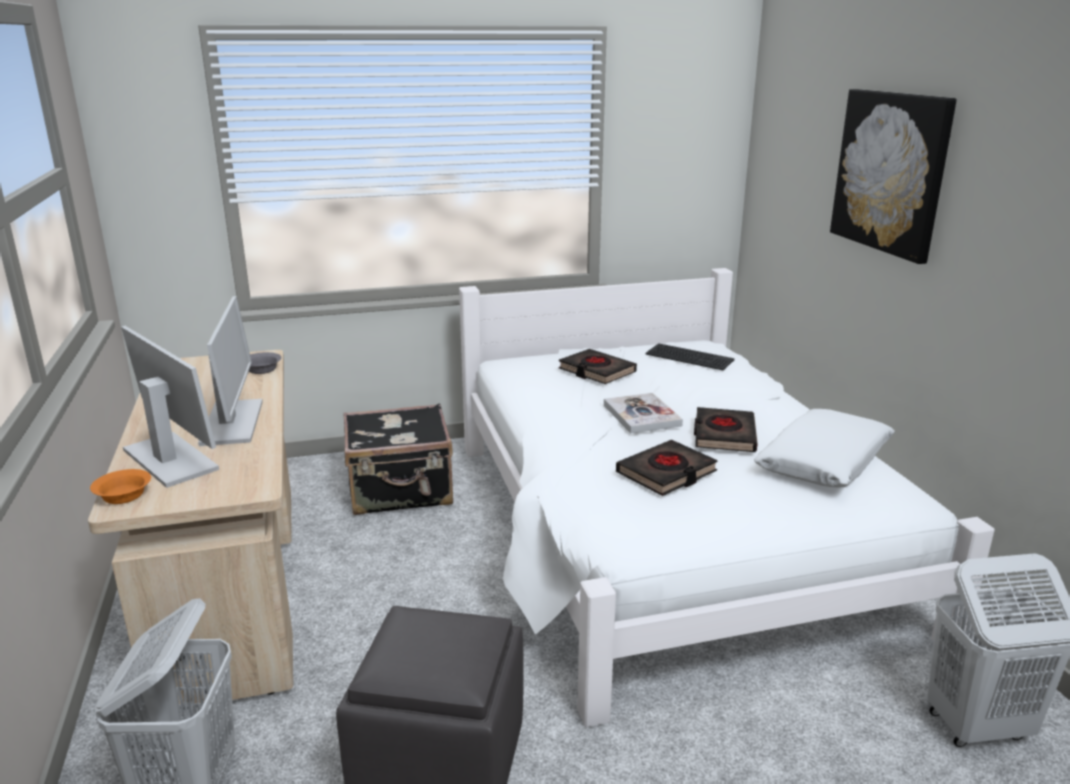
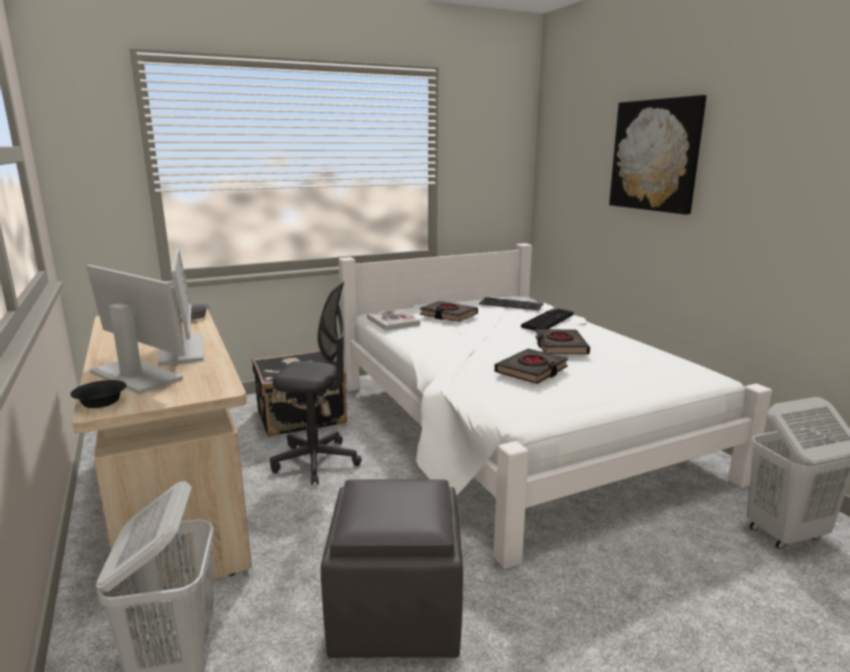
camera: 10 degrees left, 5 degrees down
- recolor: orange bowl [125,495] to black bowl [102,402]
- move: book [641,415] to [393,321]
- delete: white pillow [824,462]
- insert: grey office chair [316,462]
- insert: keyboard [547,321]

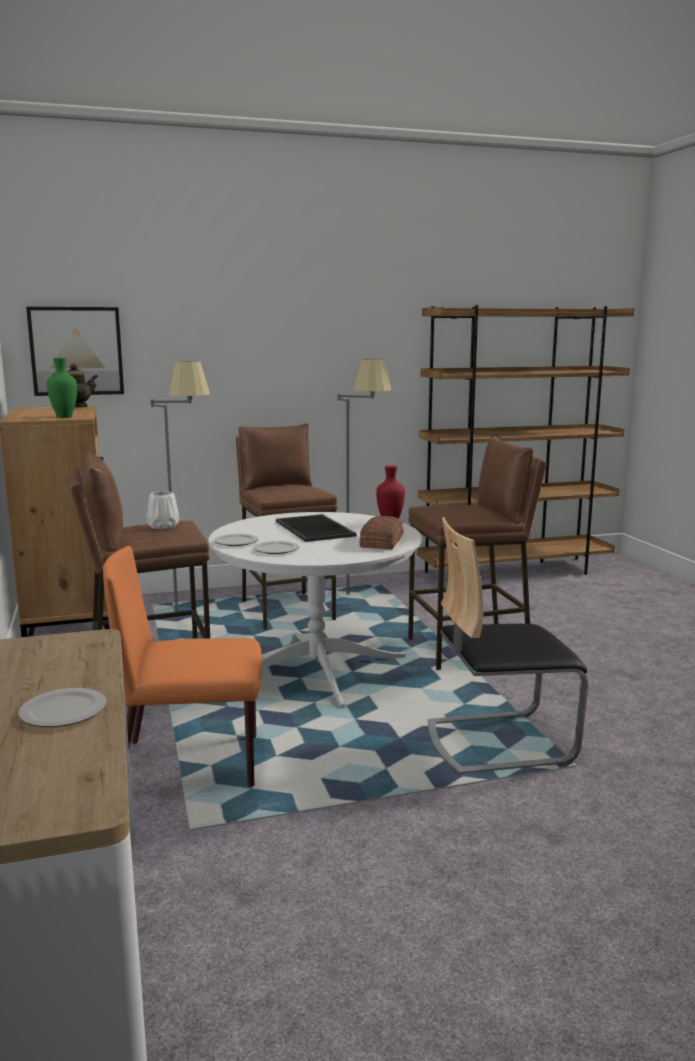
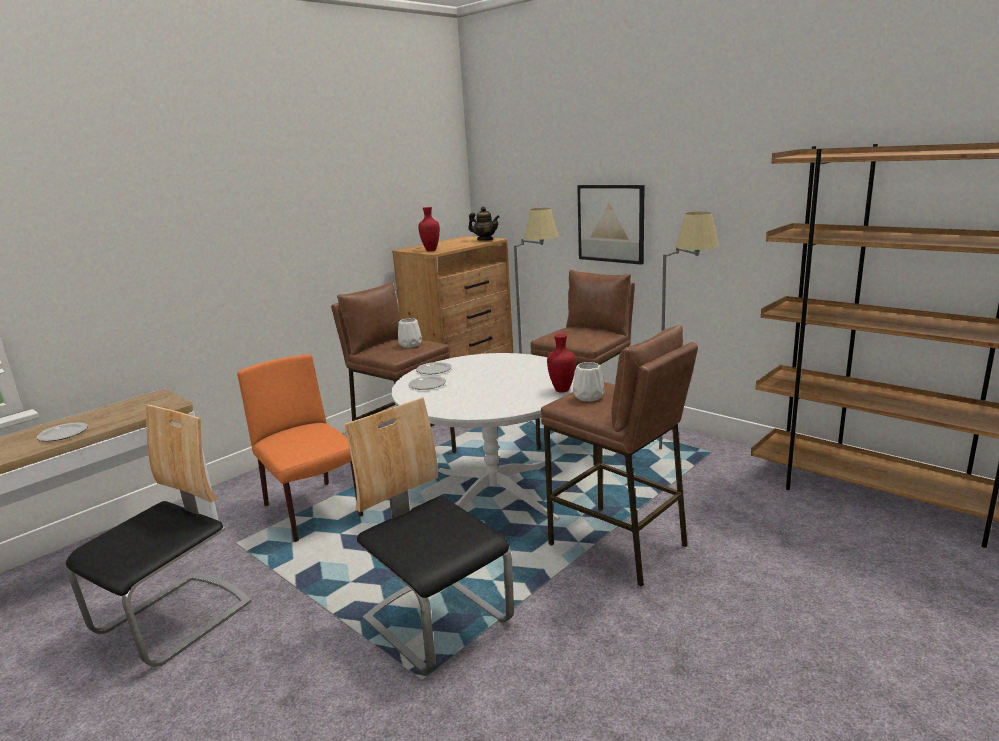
camera: 60 degrees right, 5 degrees up
- move: picture [76,351] to [611,223]
- recolor: green vase [65,417] to red vase [431,250]
- delete: tray [312,528]
- delete: bread [383,541]
- insert: chair [175,619]
- insert: white vase [589,396]

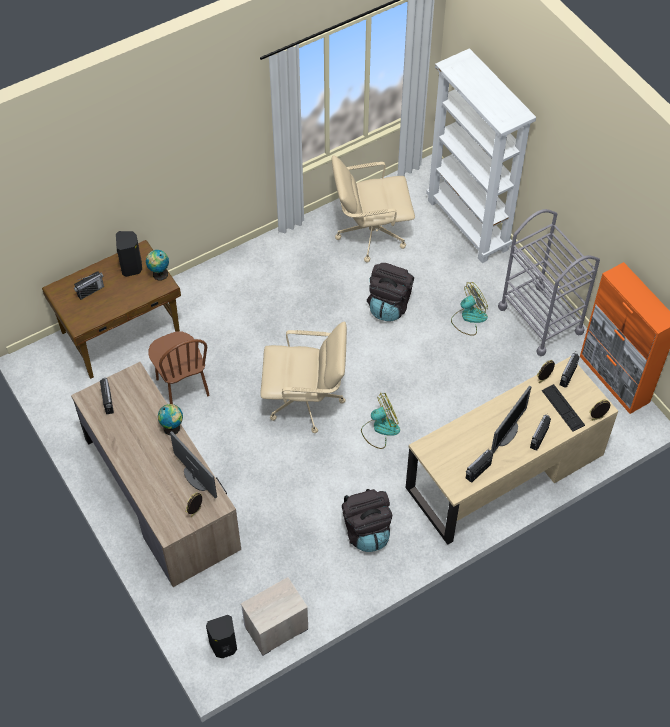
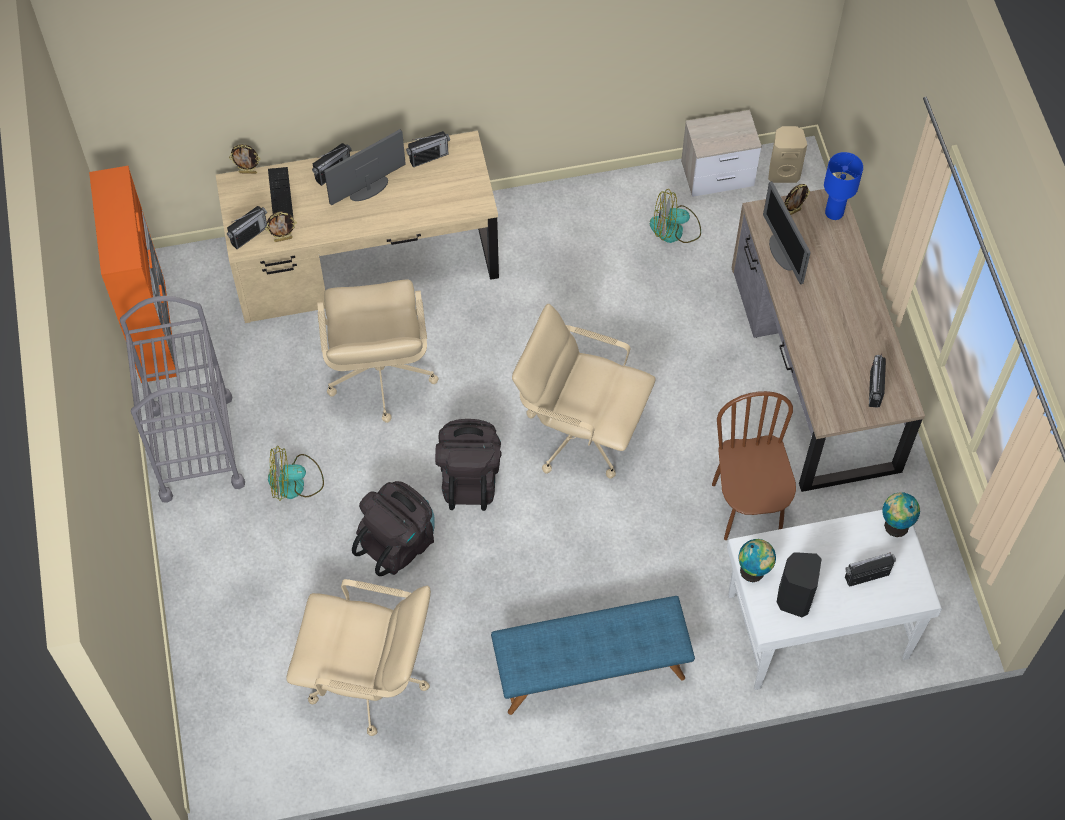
camera: 160 degrees left, 5 degrees up
- recolor: brown desk [122,334] to white desk [816,625]
- move: globe [173,428] to [894,525]
- recolor: black speaker [224,647] to beige speaker [783,172]
- move: black backpack [366,530] to [470,478]
- move: fan [380,429] to [675,229]
- delete: white bookcase [468,225]
- insert: beige office chair [380,375]
- insert: blue bench [590,670]
- insert: blue table lamp [834,213]

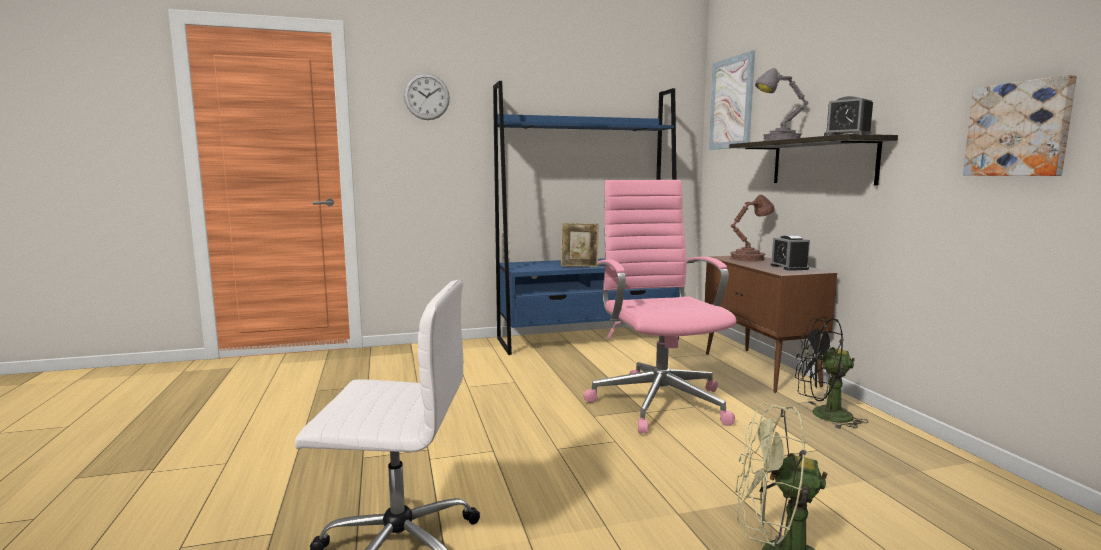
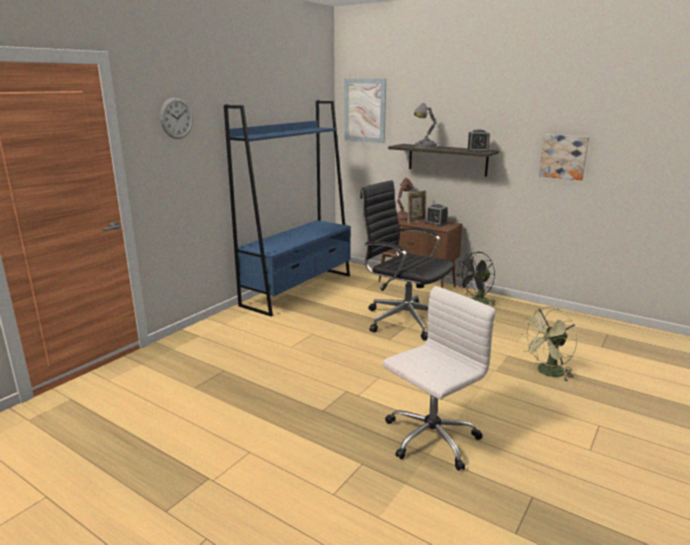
camera: 40 degrees left, 10 degrees up
- move: picture frame [579,266] to [416,221]
- recolor: pink office chair [658,401] to black office chair [404,319]

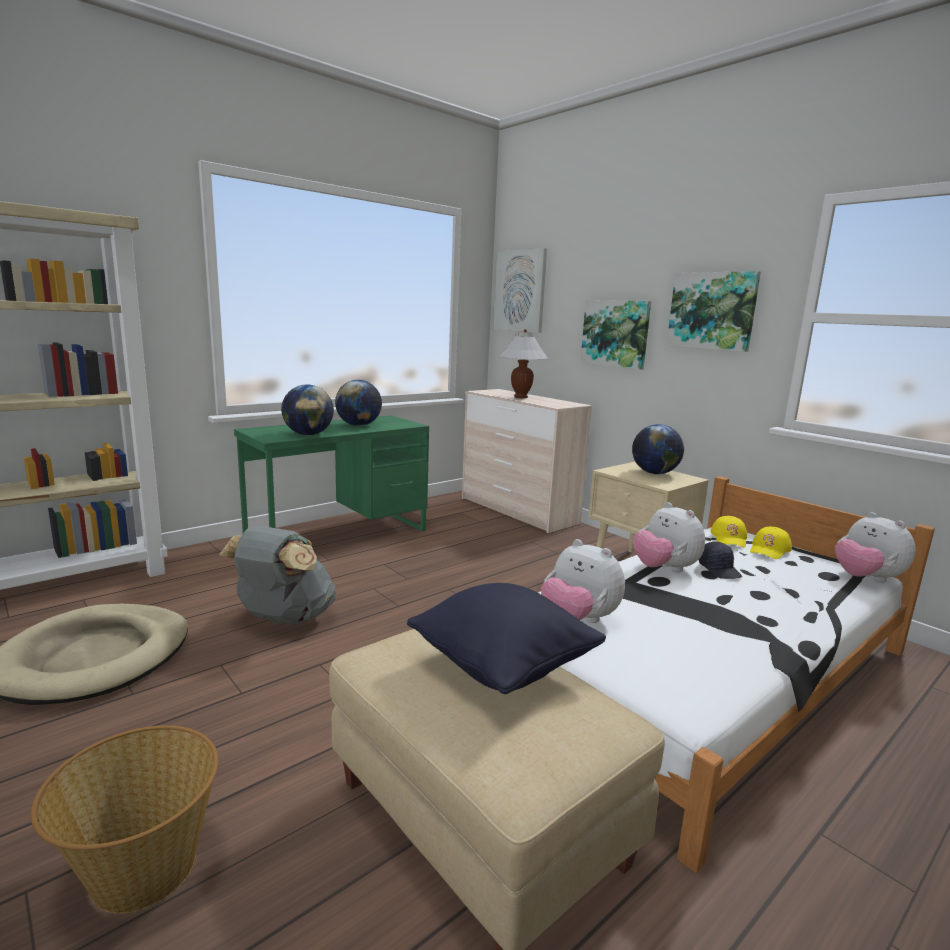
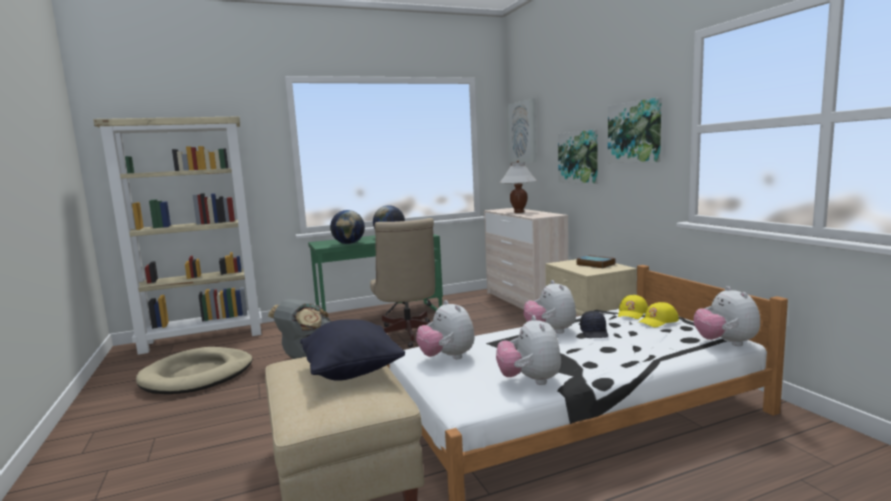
camera: 20 degrees right, 5 degrees down
- delete: basket [142,870]
- replace: globe [654,473] to book [594,264]
- insert: beige office chair [408,336]
- insert: plush toy [530,381]

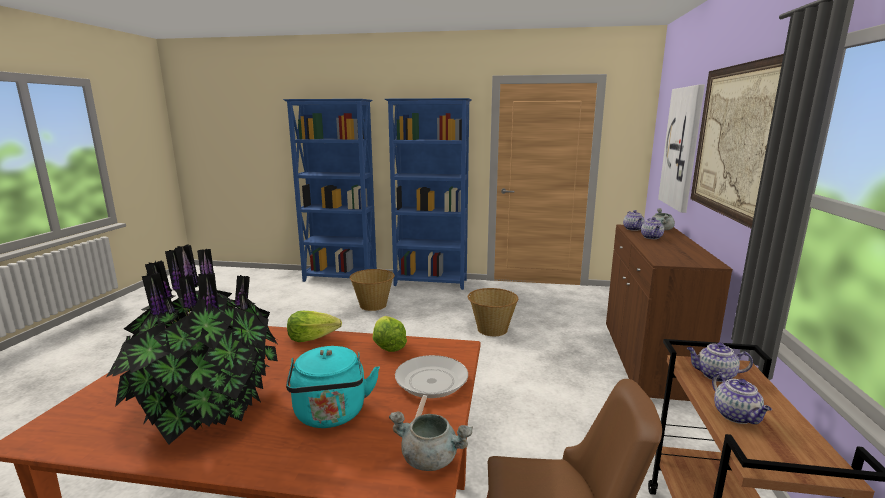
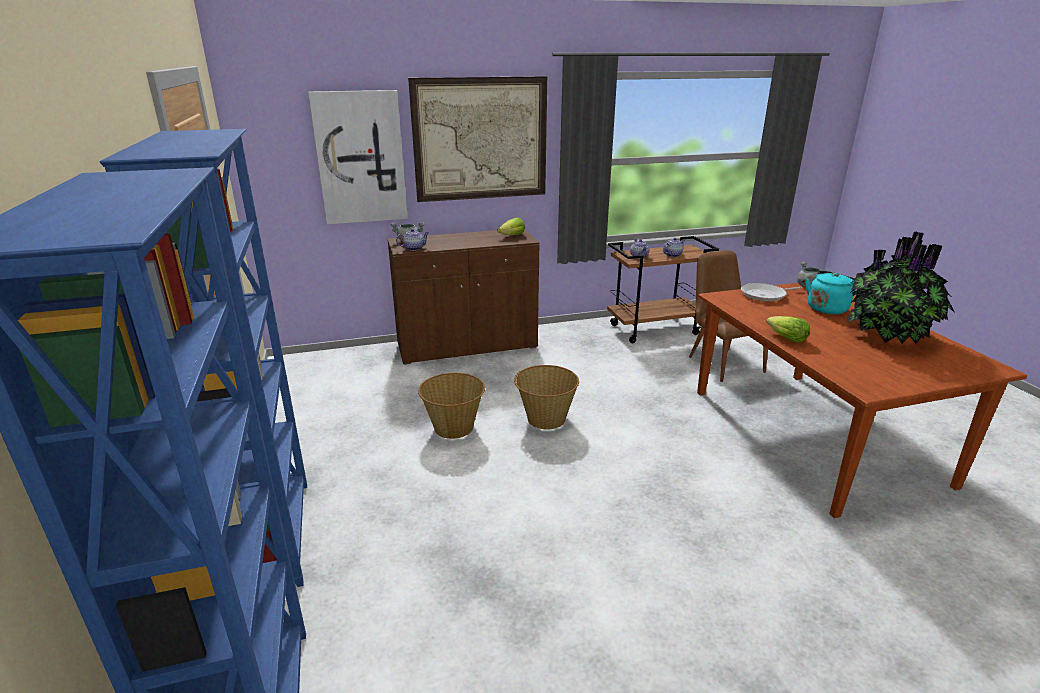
camera: 115 degrees left, 10 degrees up
- move: basket [373,305] to [545,419]
- move: lettuce [388,345] to [512,236]
- delete: teapot [651,237]

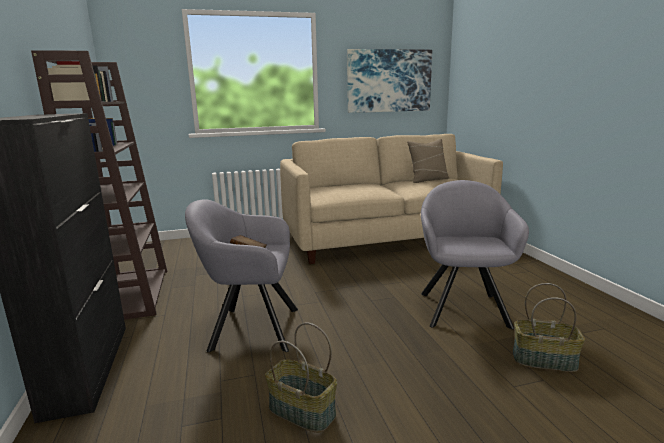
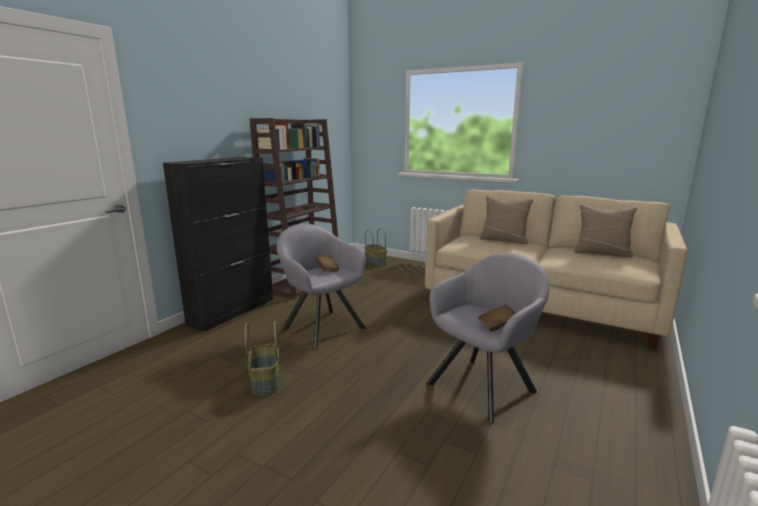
camera: 45 degrees right, 0 degrees up
- delete: picture [389,81]
- move: basket [544,360] to [376,262]
- insert: brown book [497,326]
- insert: beige pillow [504,240]

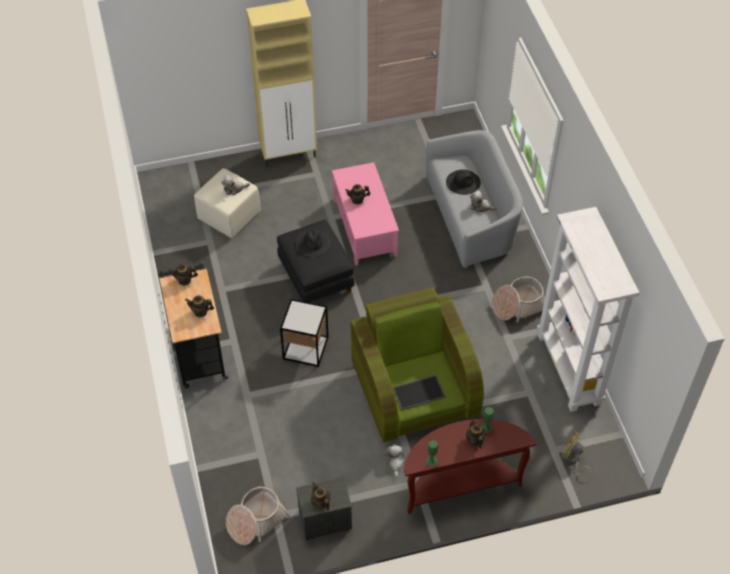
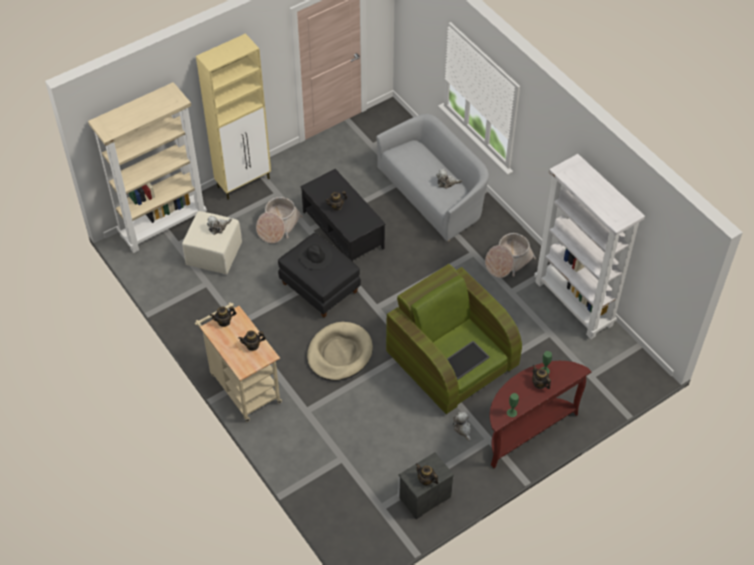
camera: 20 degrees left, 0 degrees up
- recolor: black cart [198,351] to beige cart [243,385]
- move: basket [256,520] to [278,226]
- replace: side table [305,348] to beige dog bed [339,353]
- recolor: pink coffee table [365,227] to black coffee table [344,230]
- delete: black hat [463,182]
- delete: yellow fan [573,459]
- insert: beige bookcase [163,225]

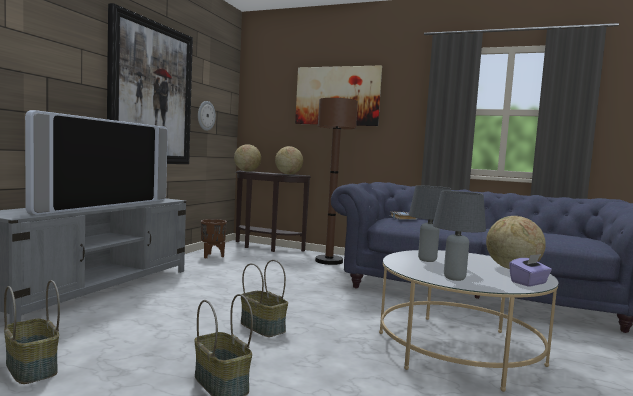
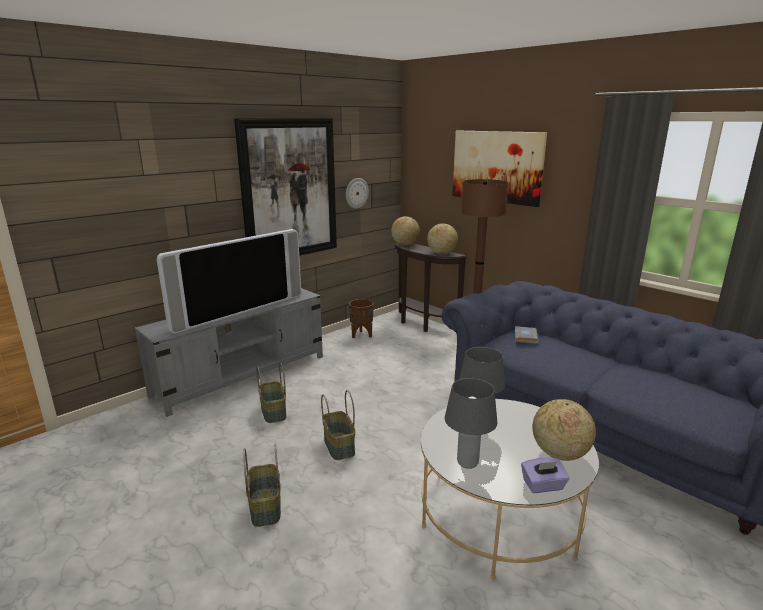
camera: 25 degrees right, 15 degrees up
- move: basket [30,368] to [272,412]

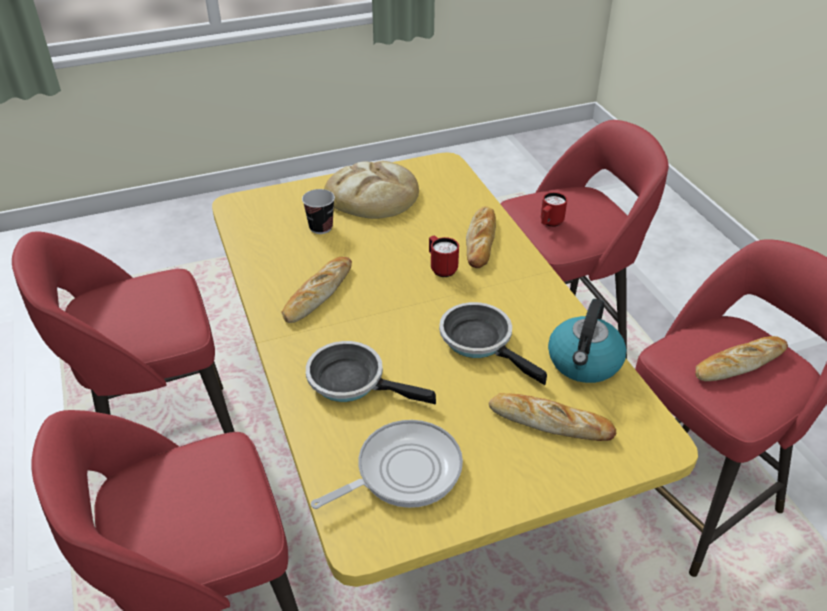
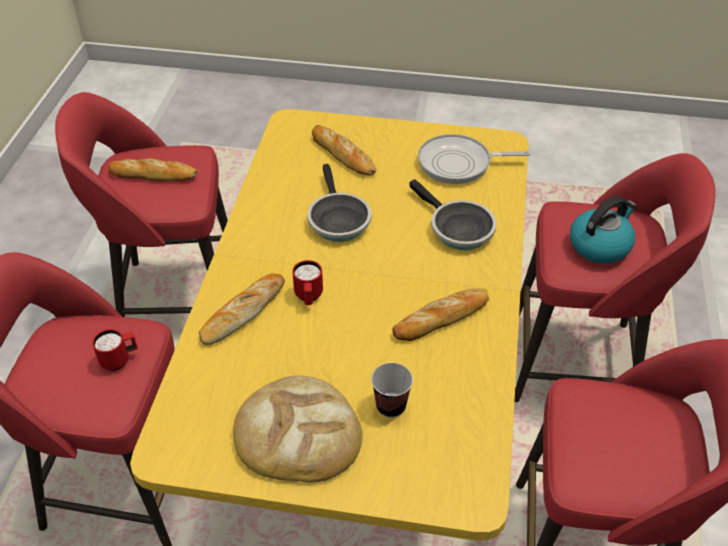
camera: 150 degrees left, 5 degrees up
- move: kettle [584,363] to [600,245]

